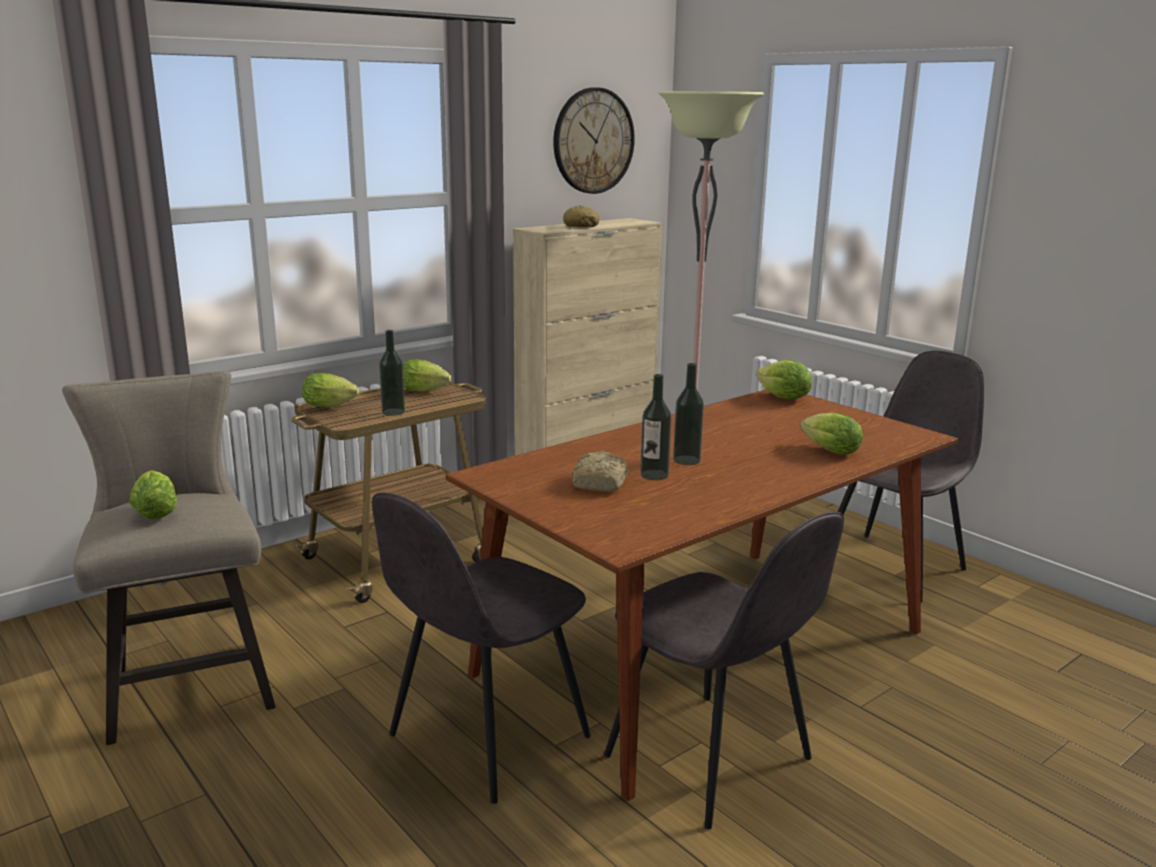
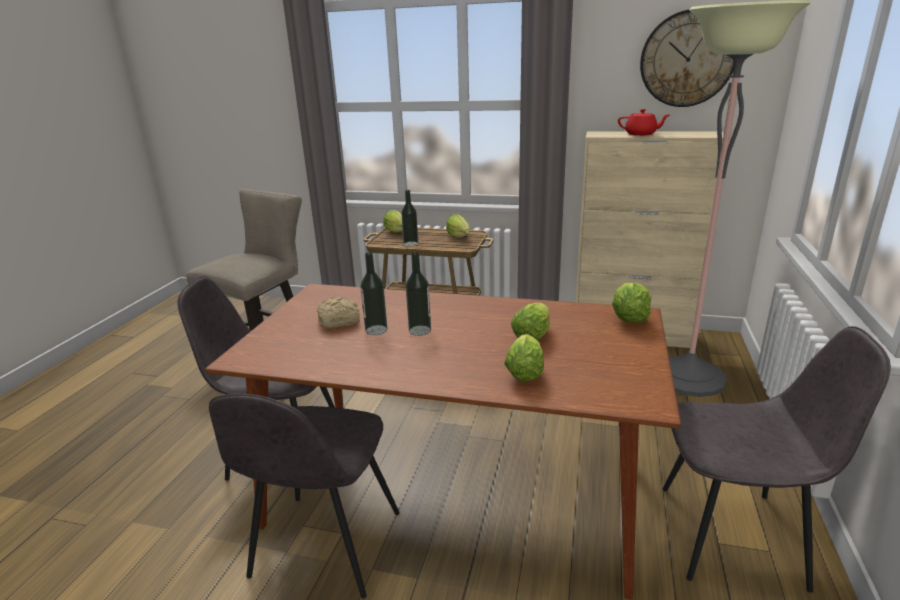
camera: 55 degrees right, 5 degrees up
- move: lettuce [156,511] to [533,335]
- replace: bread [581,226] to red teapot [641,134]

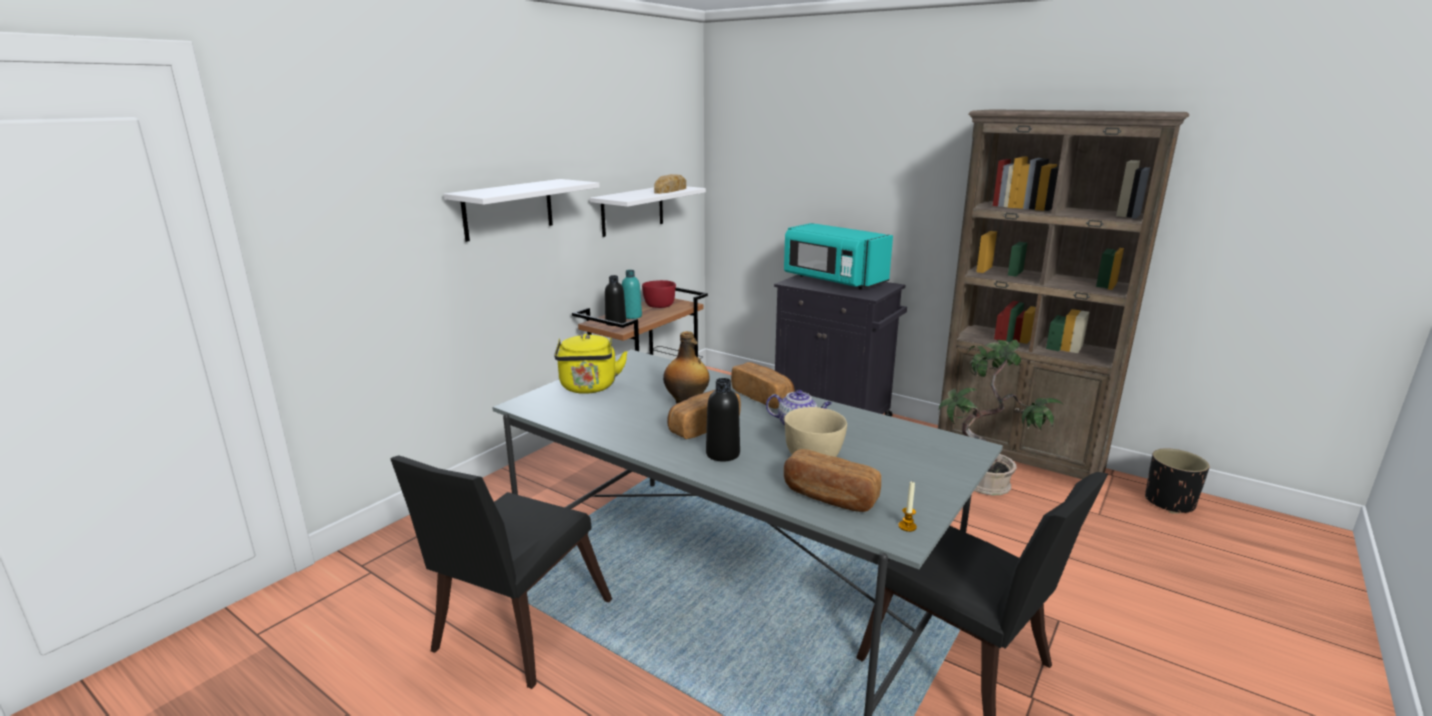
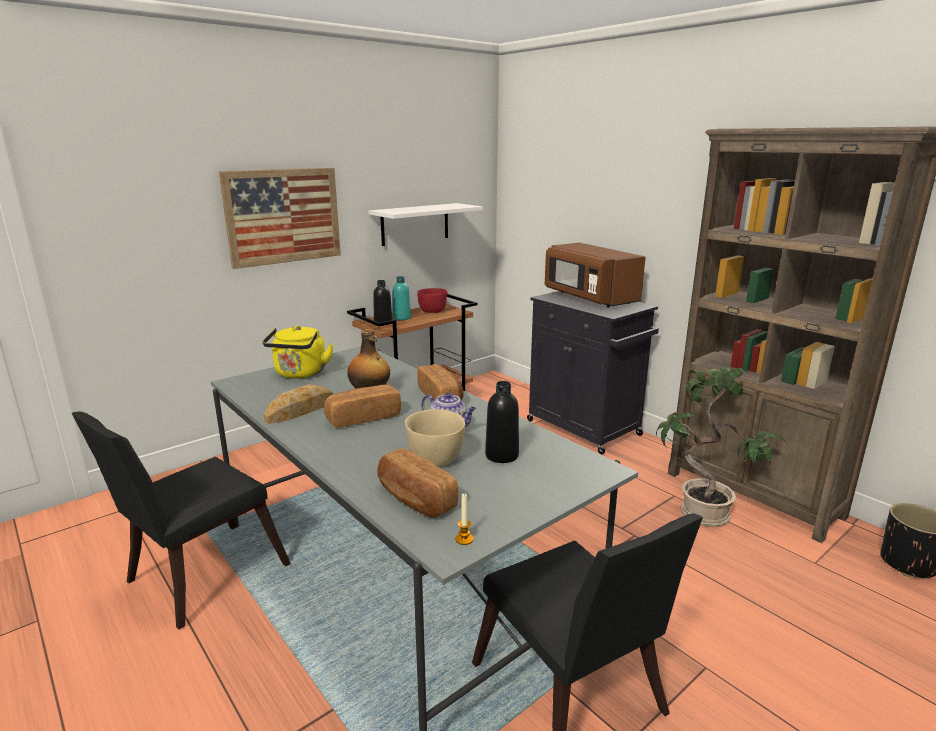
camera: 15 degrees right, 0 degrees up
- replace: white shelf [508,209] to picture [283,216]
- move: bread [670,190] to [300,410]
- move: black bottle [723,454] to [502,455]
- recolor: turquoise microwave [833,280] to brown microwave [589,298]

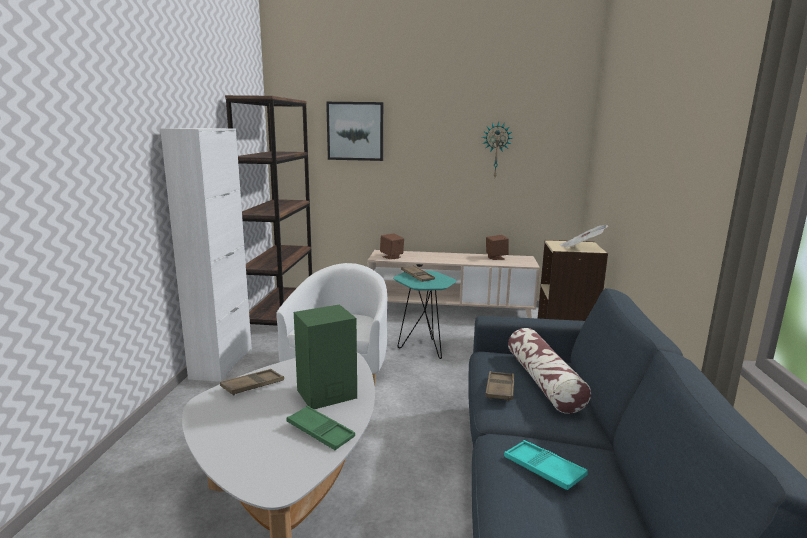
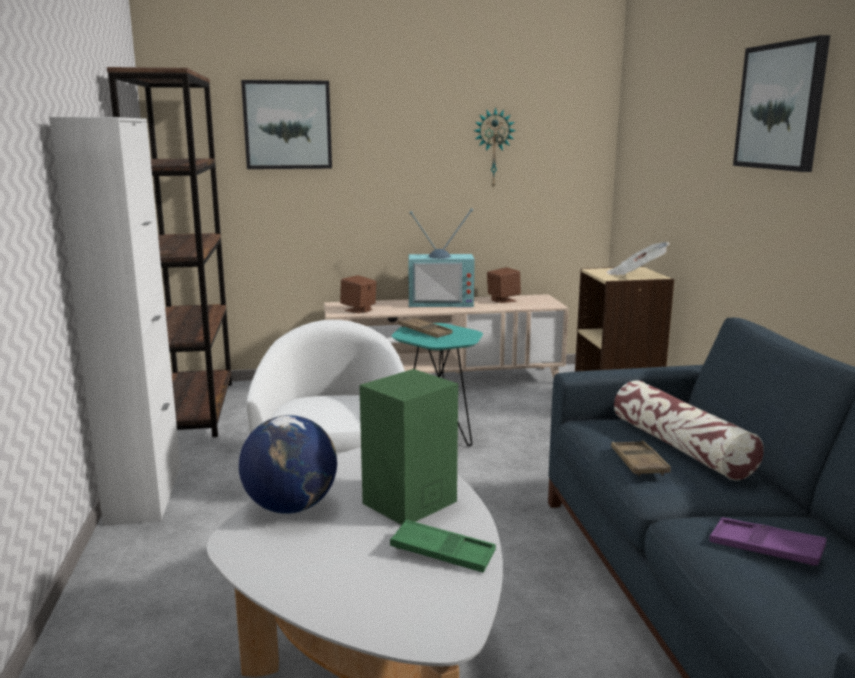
camera: 15 degrees left, 0 degrees up
- replace: brown tray [253,385] to globe [291,507]
- recolor: turquoise tray [543,469] to purple tray [765,548]
- insert: television [441,302]
- insert: picture [781,106]

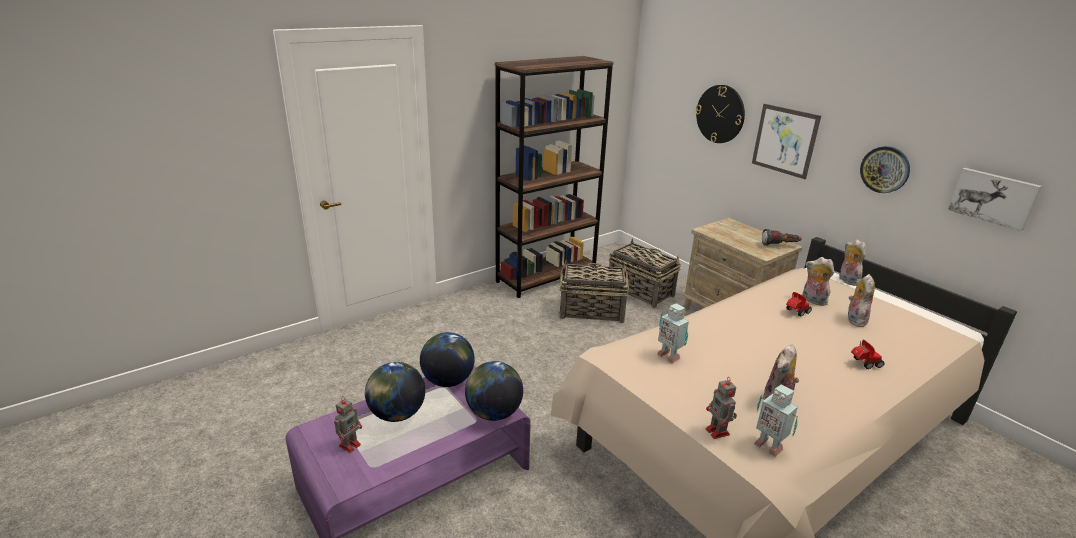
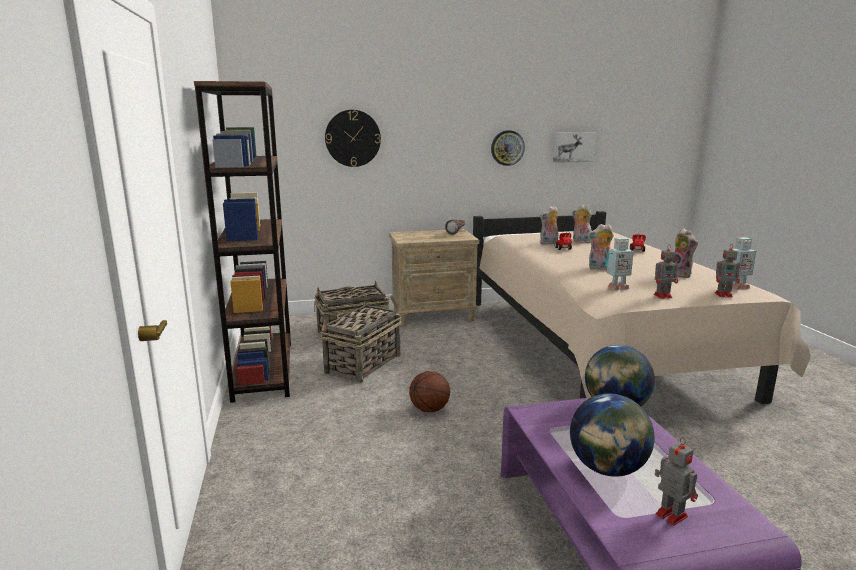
camera: 65 degrees left, 10 degrees down
- delete: globe [448,381]
- delete: picture [784,140]
- move: plush toy [846,280] to [599,268]
- insert: basketball [430,409]
- insert: toy robot [663,296]

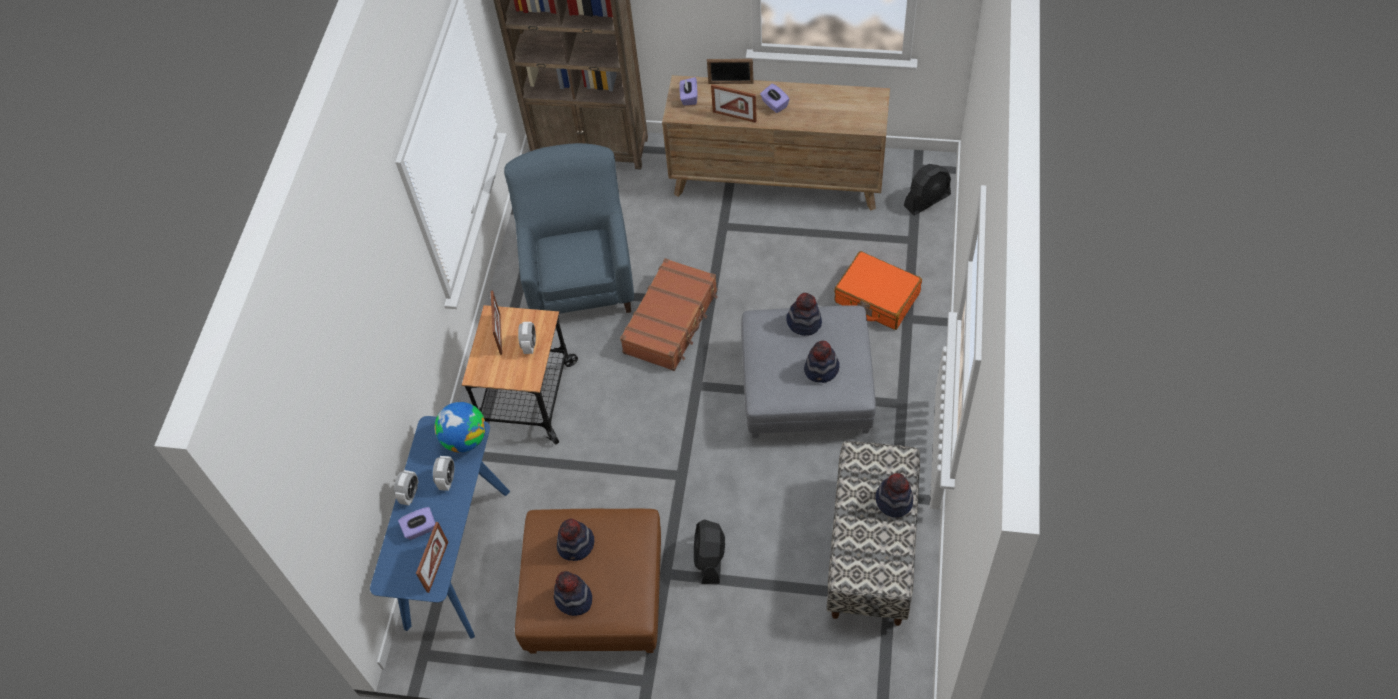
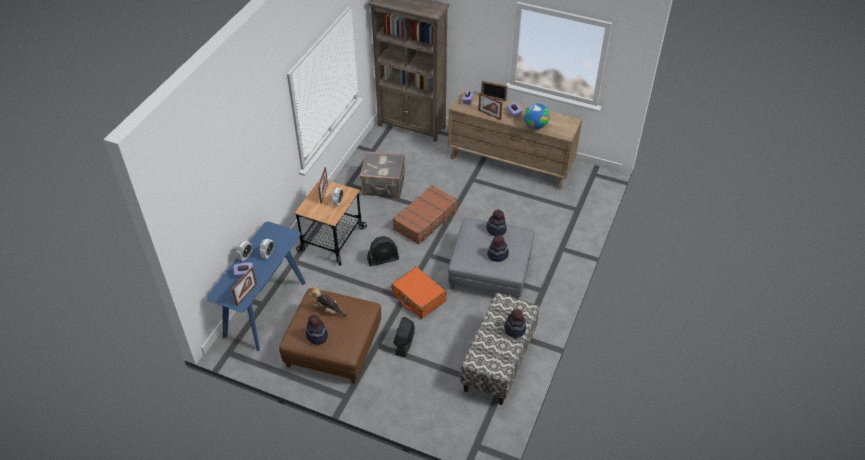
camera: 10 degrees right, 10 degrees down
- move: globe [465,439] to [535,125]
- replace: blue armchair [580,275] to grey suitcase [383,186]
- replace: hat [576,545] to plush toy [328,310]
- move: orange suitcase [876,298] to [418,297]
- move: black fan [927,200] to [383,259]

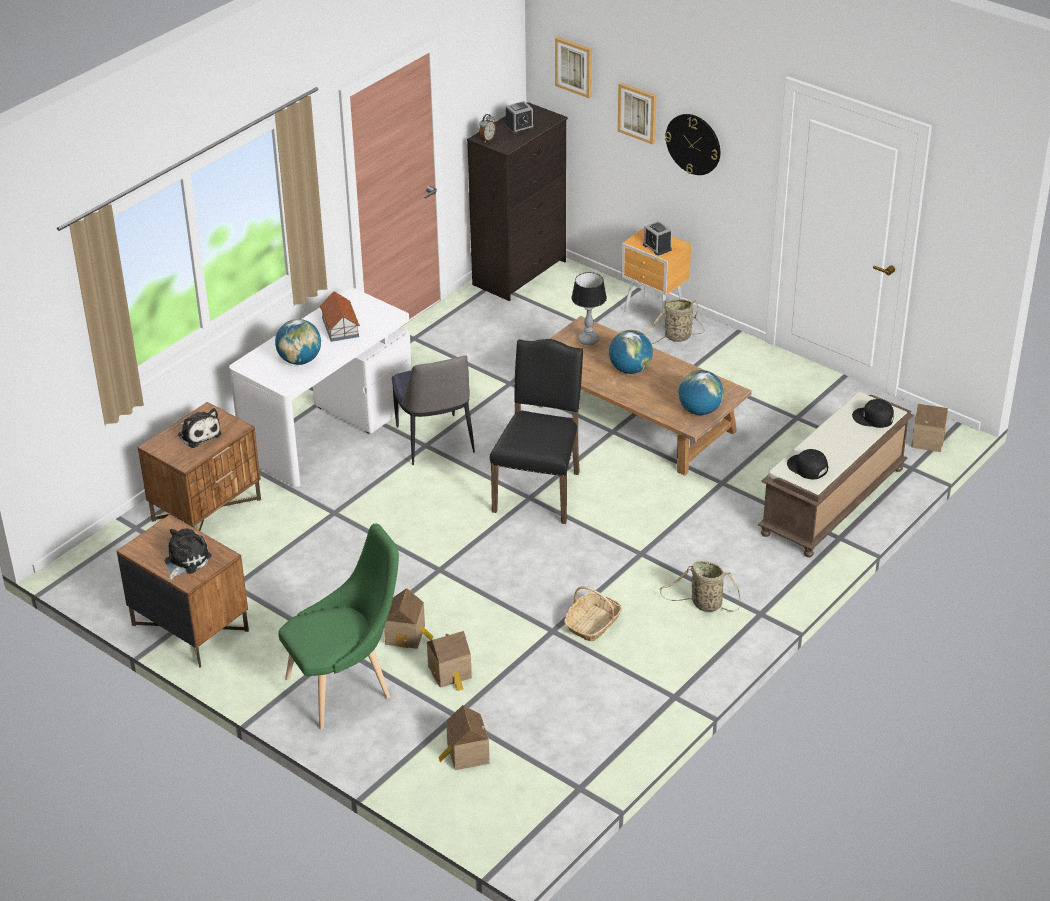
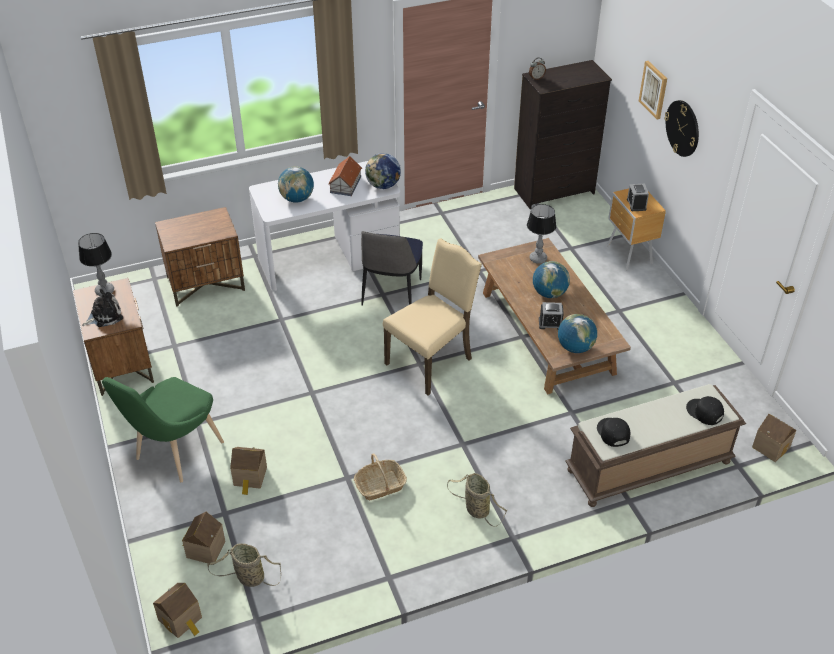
camera: 30 degrees right, 5 degrees up
- delete: plush toy [198,434]
- rotate: green chair [345,687] = [174,454] 120 degrees clockwise
- move: toy house [407,635] to [181,619]
- recolor: black chair [539,490] to beige chair [431,361]
- move: alarm clock [519,127] to [550,323]
- delete: picture [574,66]
- move: basket [675,337] to [248,577]
- insert: table lamp [105,291]
- insert: globe [383,185]

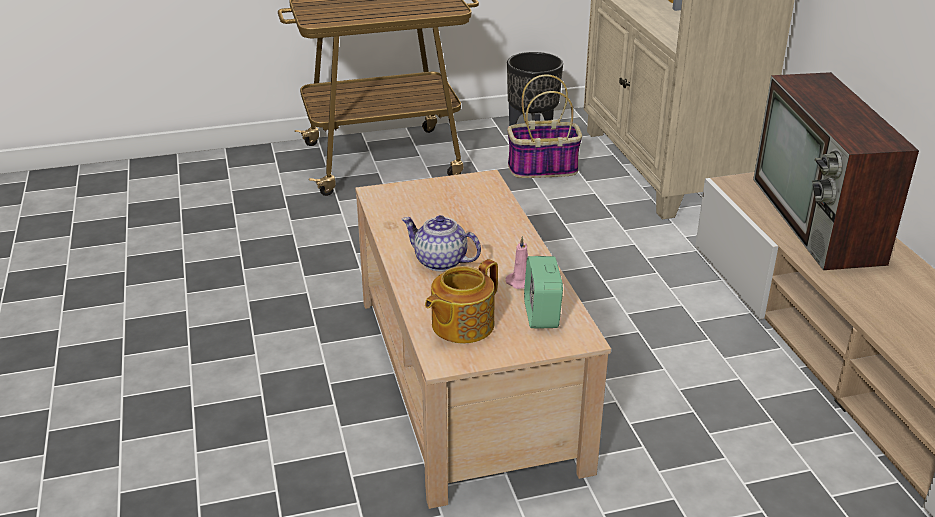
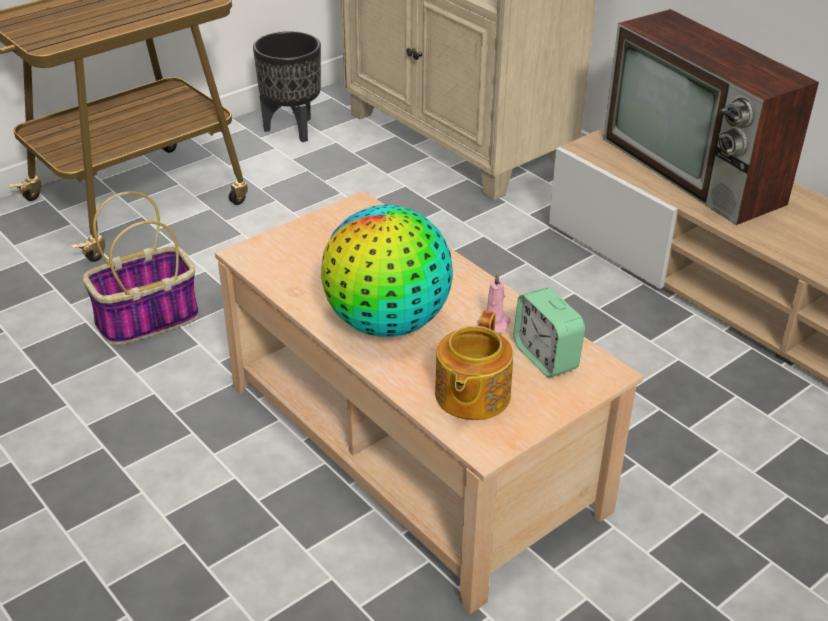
camera: 25 degrees left, 5 degrees up
- replace: teapot [440,262] to globe [388,323]
- move: basket [542,169] to [146,320]

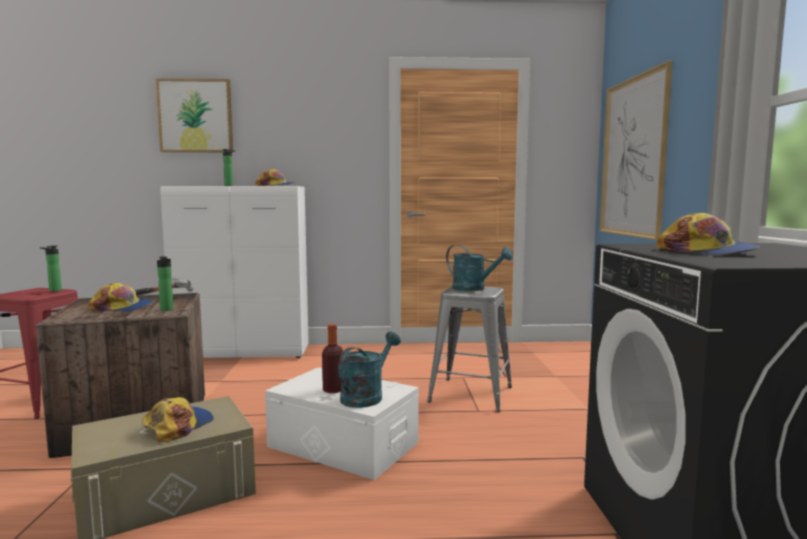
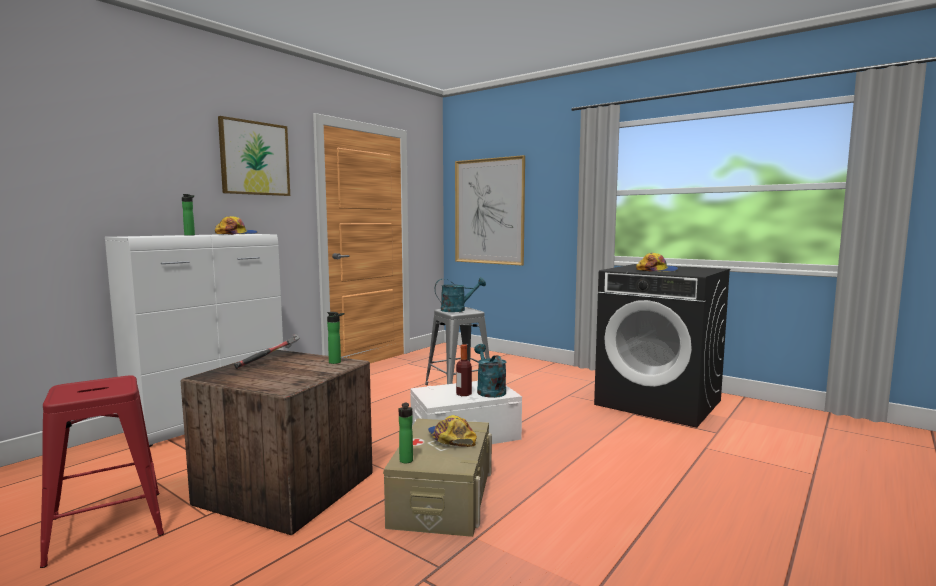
camera: 50 degrees left, 0 degrees up
- move: bottle [53,291] to [406,461]
- delete: cap [122,308]
- move: picture [195,116] to [255,158]

